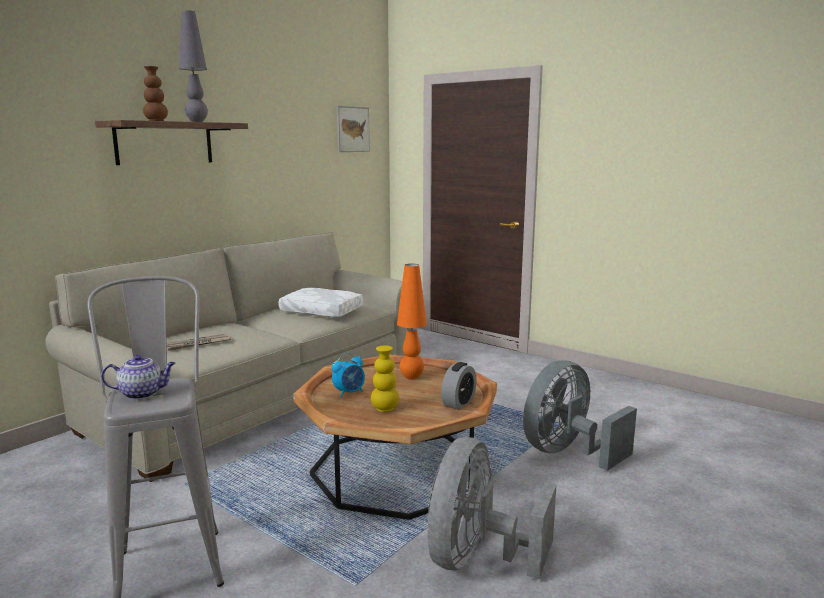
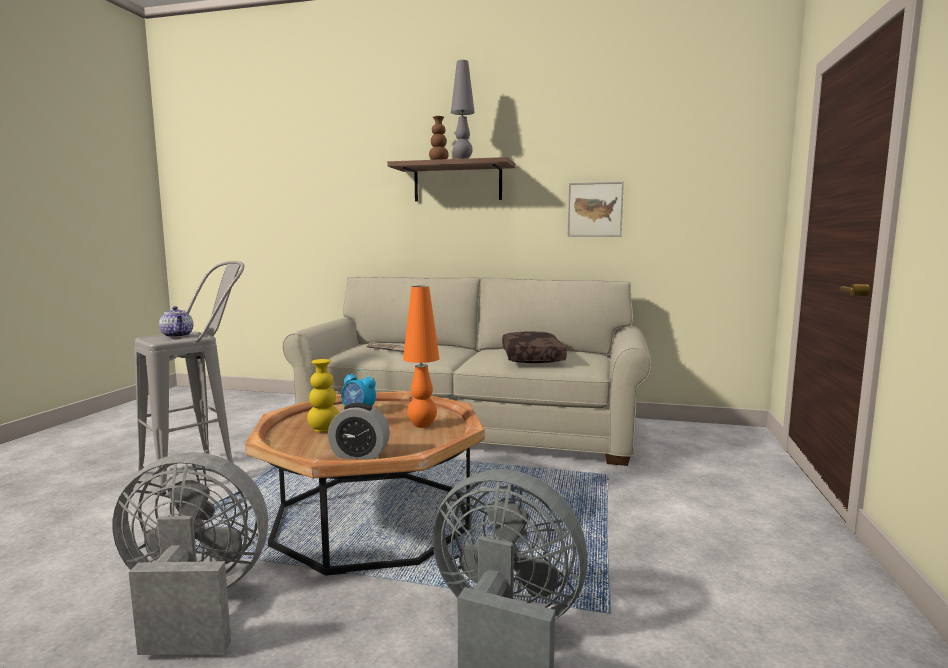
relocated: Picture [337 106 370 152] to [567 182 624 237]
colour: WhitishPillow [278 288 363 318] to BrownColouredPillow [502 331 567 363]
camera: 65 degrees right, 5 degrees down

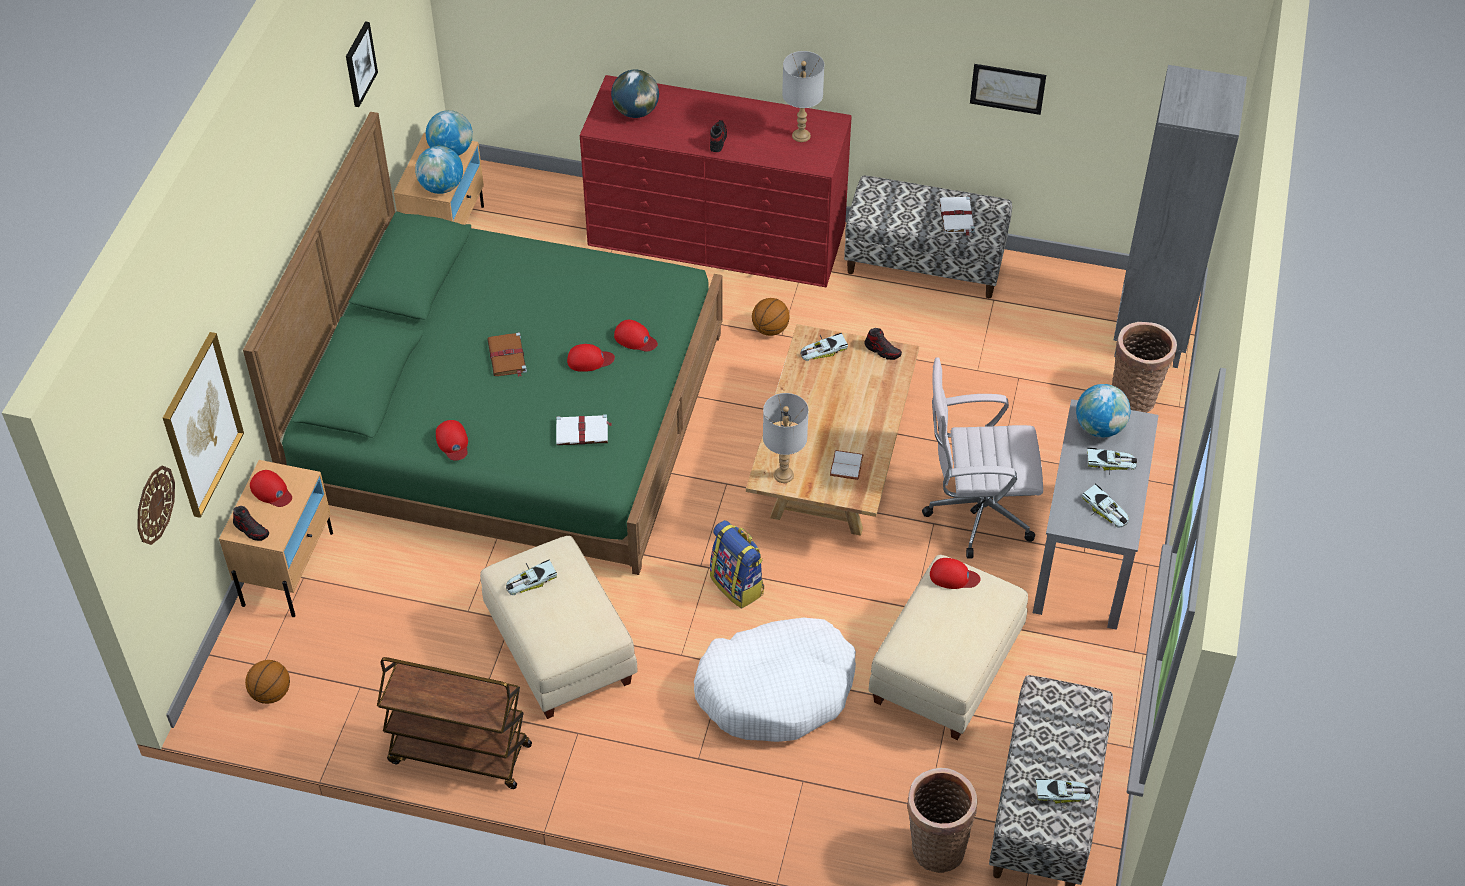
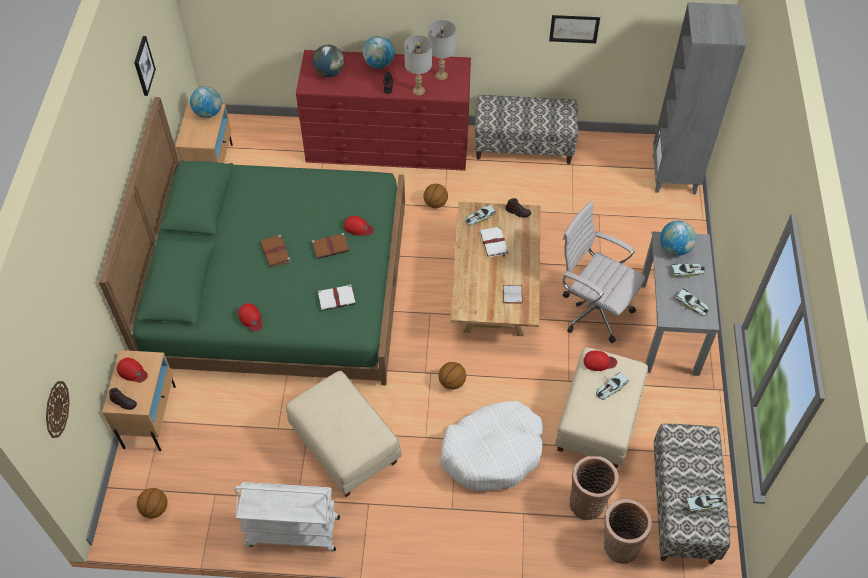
missing: Picture [163 332 244 518]
relocated: DeskGlobe [415 146 463 194] to [363 36 394 68]; WhitishBook [939 197 975 236] to [480 227 509 257]; Basket [1112 322 1177 413] to [570 456 618 520]; GreyTableLamp [763 393 809 483] to [404 35 432 95]; MiniatureCar [506 559 557 595] to [596 372 629 400]
exchanged: RedColouredPeakedCap [567 344 615 372] to BrownColouredBook [312 233 349 259]; Knapsack [710 520 764 609] to Basketball [439 362 466 390]
colour: BrownColouredWheeledCart [377 657 532 789] to WhitishWheeledCart [235 482 340 552]
spun: WhitishDeskChair [922 357 1043 558] = [563 201 645 343] 45 degrees clockwise
camera: 10 degrees left, 5 degrees up

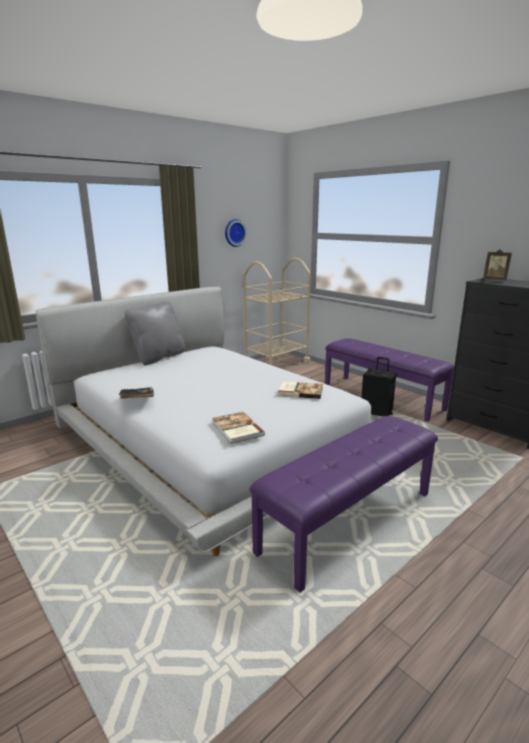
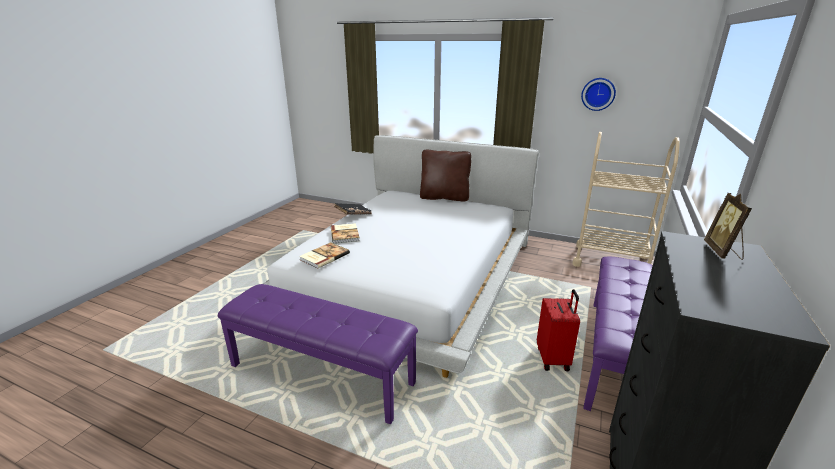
relocated: Book [278 381 323 399] to [331 223 360 244]
colour: GreyPillow [125 301 185 366] to BrownColouredPillow [420 150 471 201]; BlackishPieceOfLuggage [361 357 396 417] to RedColouredPieceOfLuggage [537 289 580 371]
camera: 65 degrees right, 5 degrees up

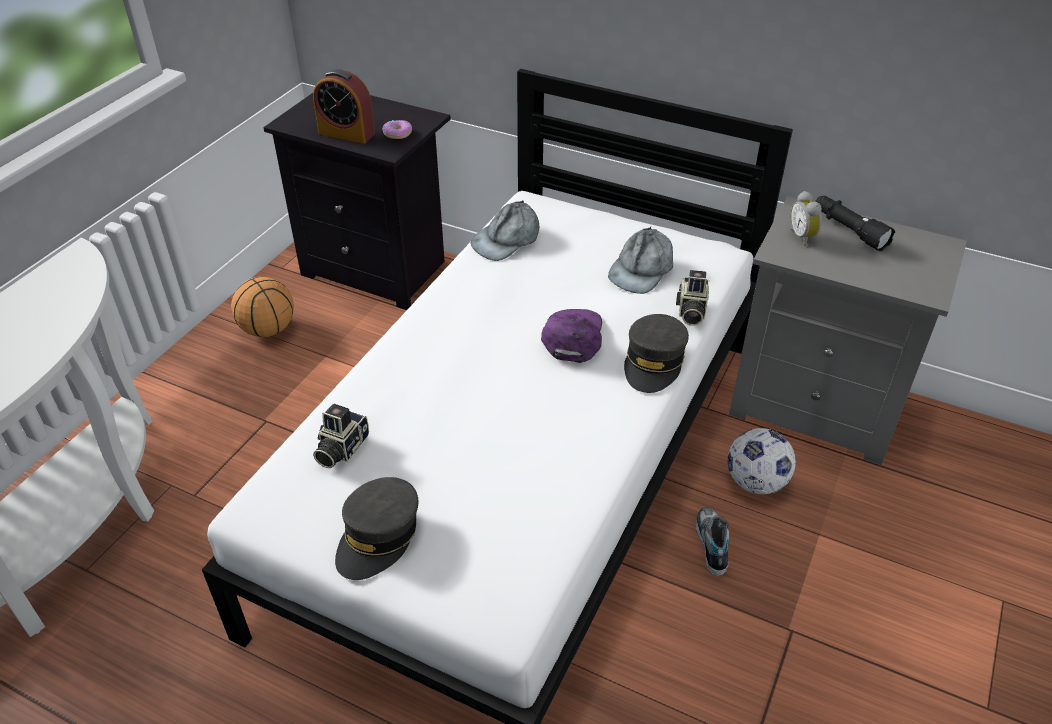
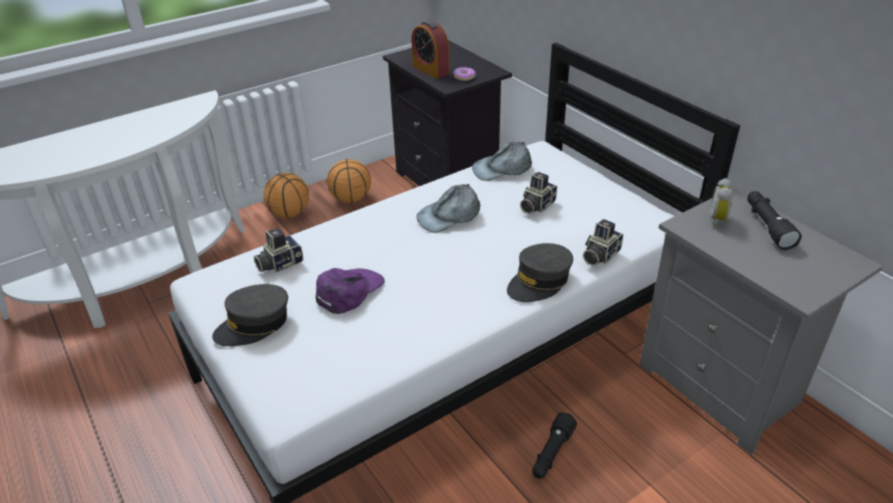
missing: BallForFootball [727 428 796 494]
appeared: StillCamera [520 172 557 214]; Basketball [264 173 309 218]
relocated: GreyPeakedCap [608 227 673 294] to [416 184 481 233]; PurpleColouredPeakedCap [541 309 602 363] to [316 268 385 314]
exchanged: ItemOfFootwear [696 507 730 576] to BlackishHandTorch [532 412 577 479]
camera: 30 degrees right, 5 degrees down

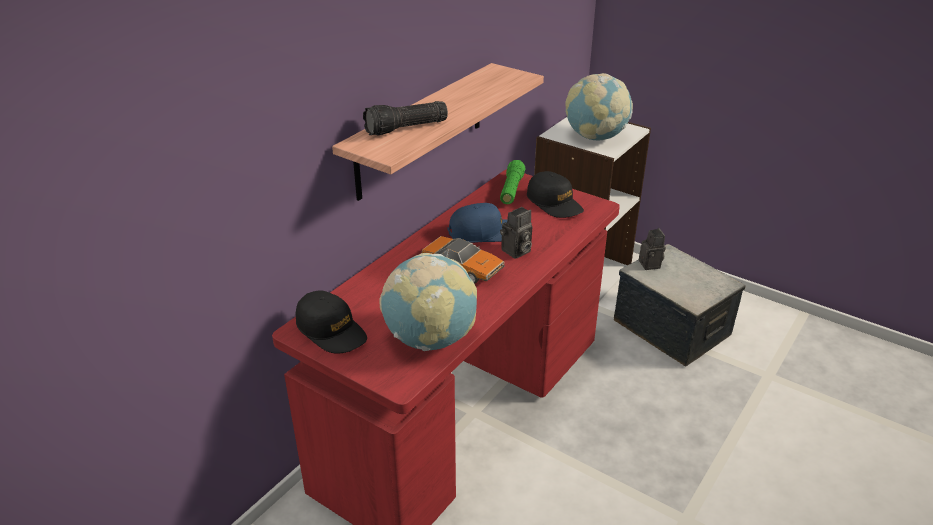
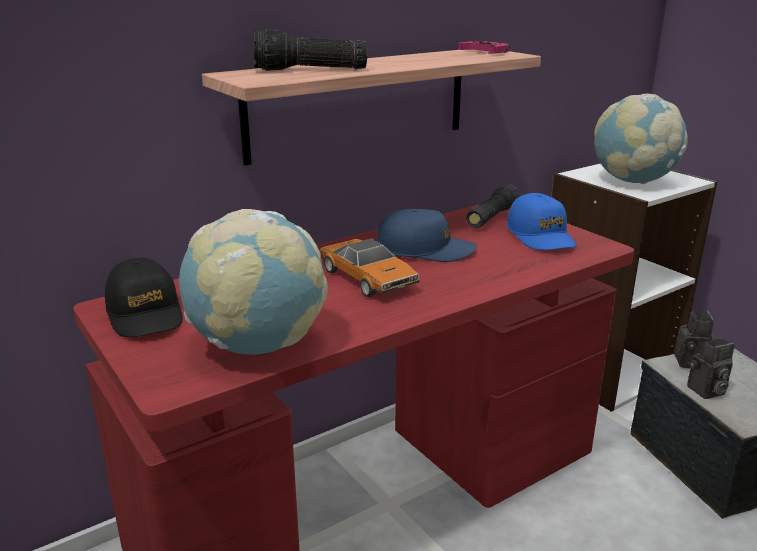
appeared: PinkishJoypad [459 41 510 54]
relocated: StillCamera [500 207 532 259] to [687 338 735 399]
colour: GreenHandTorch [500 160 525 204] to BlackishHandTorch [466 184 519 228]; BlackishPeakedCap [527 171 584 218] to BluePeakedCap [507 193 577 250]
camera: 20 degrees right, 10 degrees down

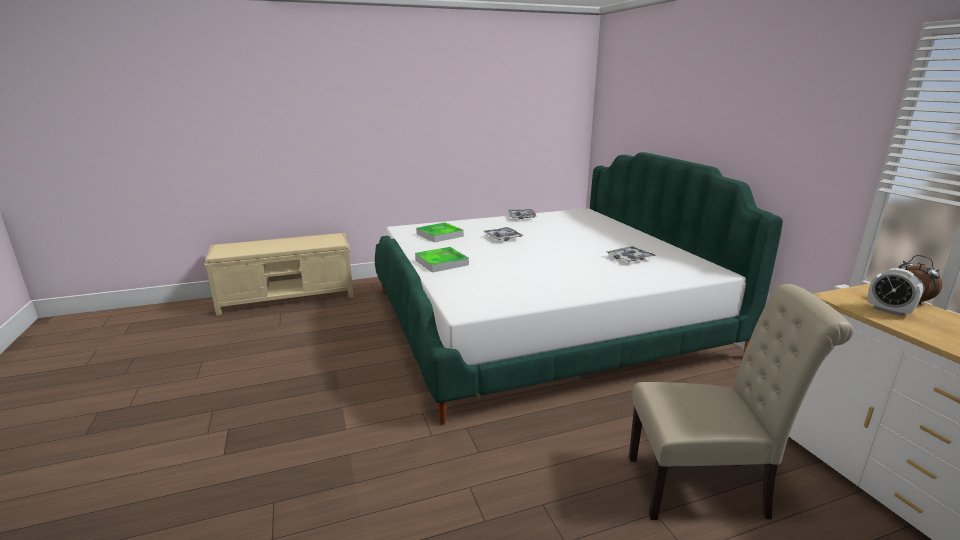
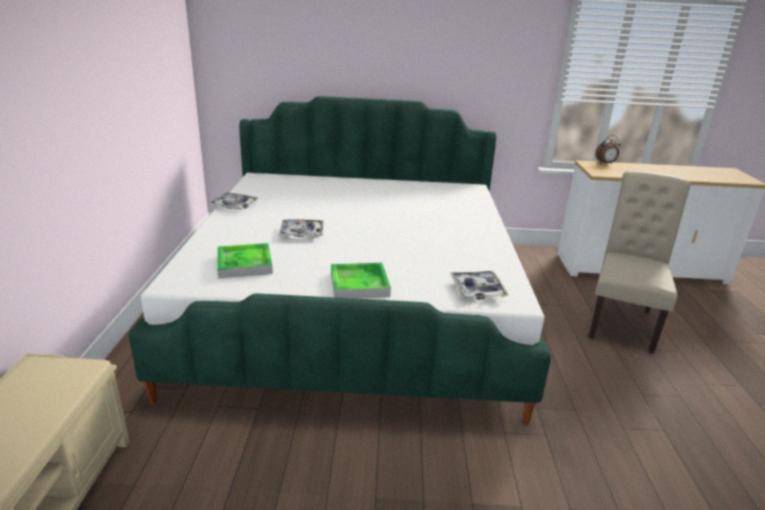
missing: TableClock [867 268 923 316]
relocated: ServingTray [606 246 656 262] to [450 271 509 300]
camera: 70 degrees left, 5 degrees up

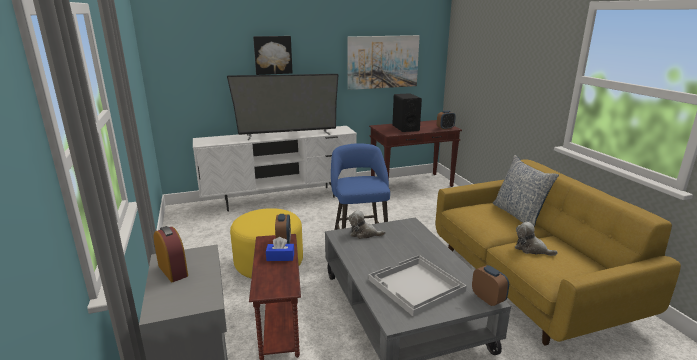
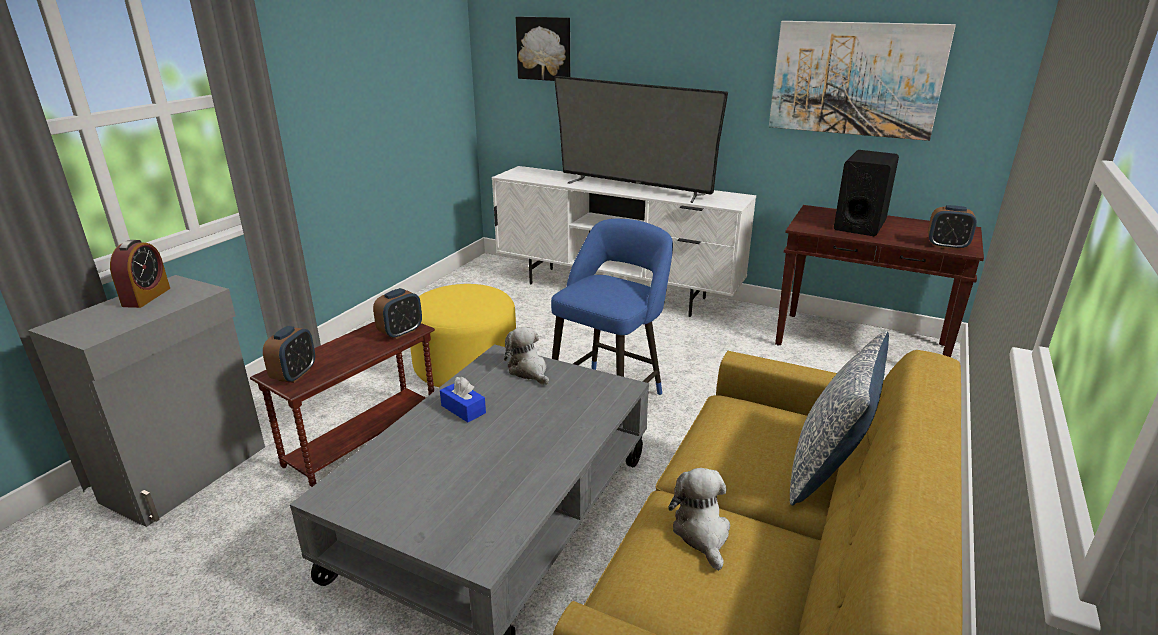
missing: WhitishServingTray [369 255 467 316]
relocated: Picture [253 36 293 75] to [516 17 570 81]; BlueTissueHolder [266 237 294 261] to [440 377 486 422]; TableClock [472 265 509 306] to [263 326 315 383]
camera: 45 degrees right, 5 degrees up

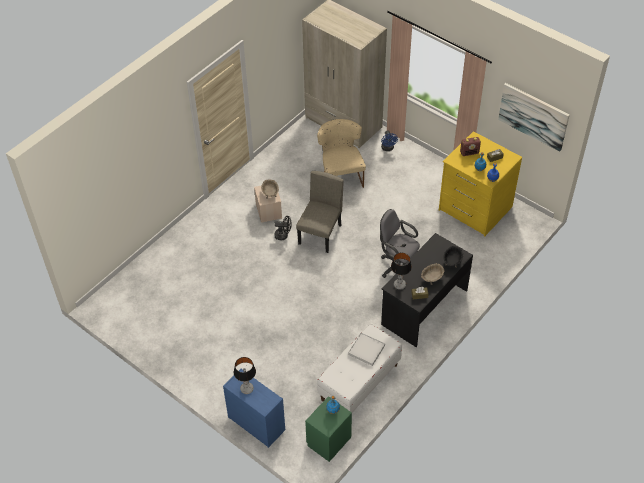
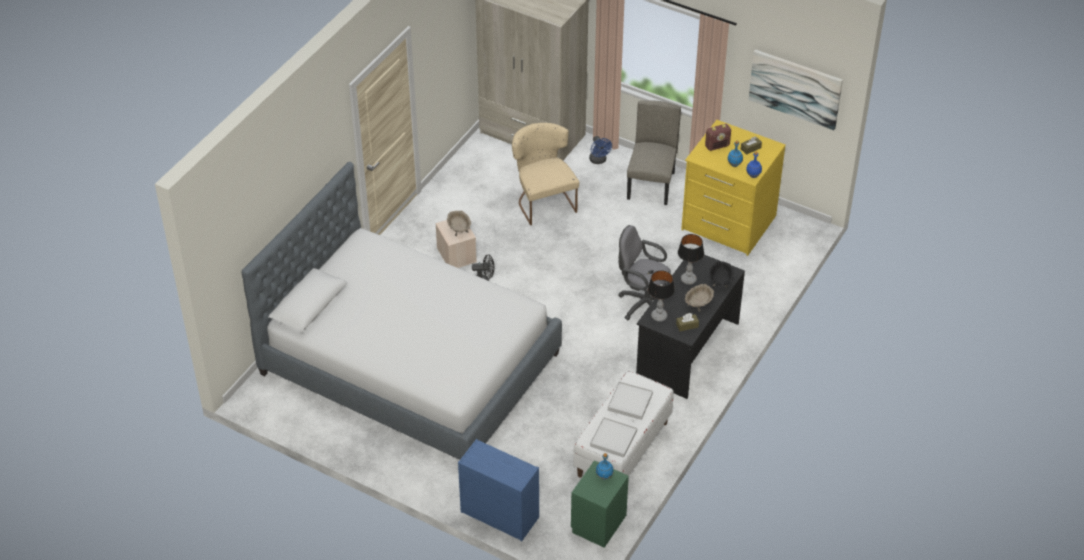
appeared: BedroomBed [242 162 562 460]; WhitishServingTray [590 417 637 458]
relocated: BeigePlainChair [296 171 344 253] to [627 100 681 205]; TableLamp [234 357 256 394] to [678 234 704 285]
camera: 10 degrees left, 5 degrees down

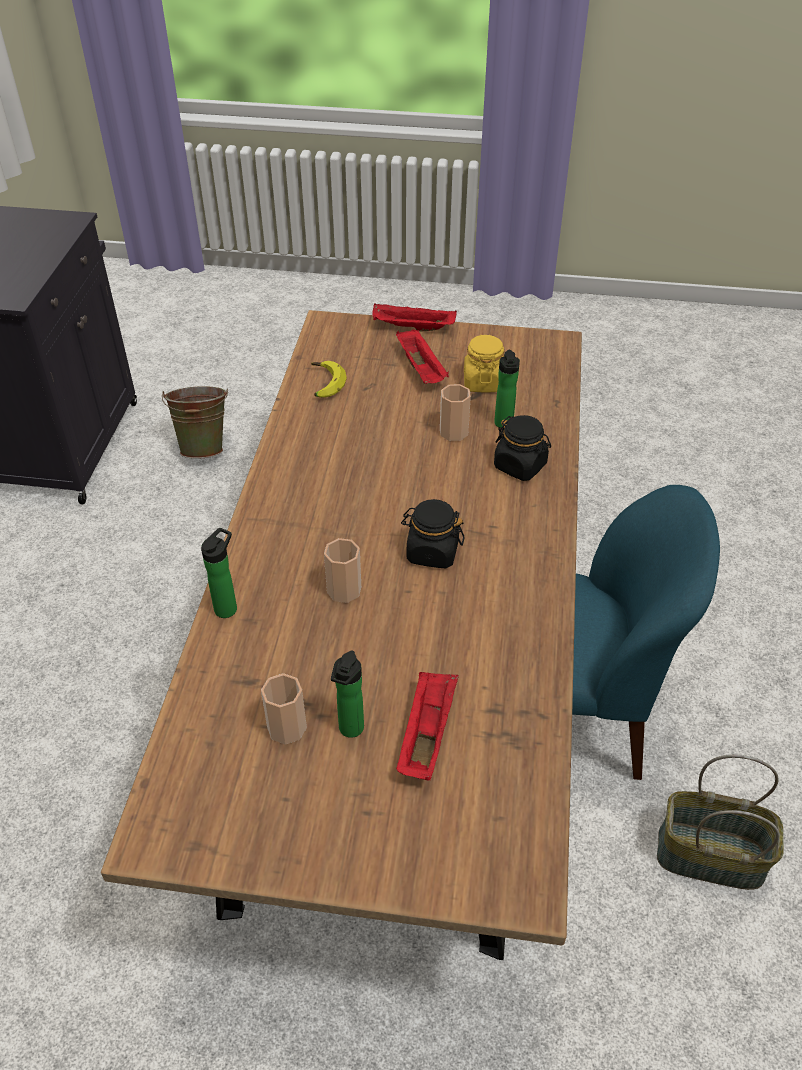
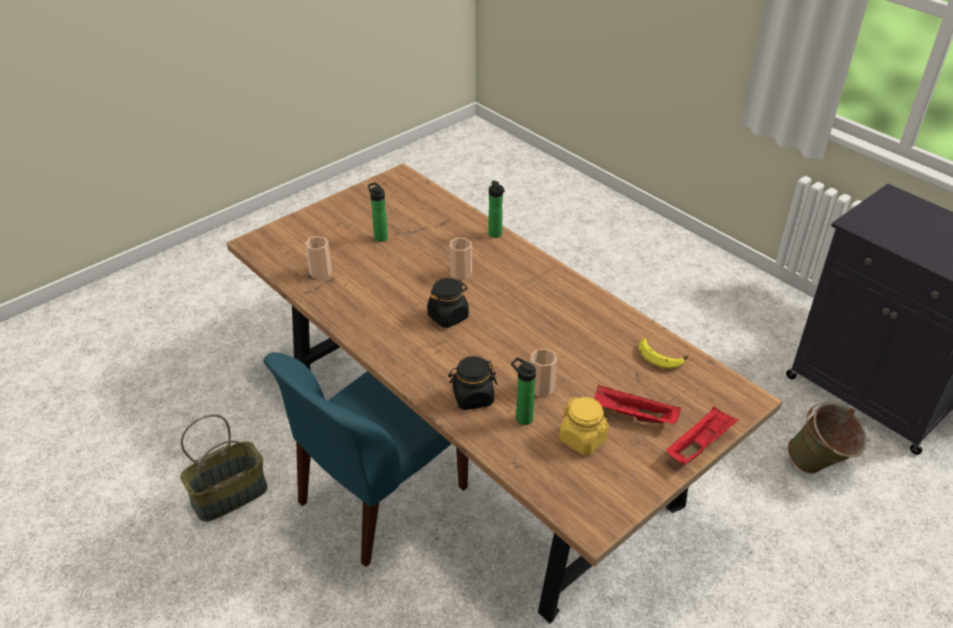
missing: RedColouredServingTray [396 672 459 781]
relocated: DrinkingCup [261 673 307 744] to [305 236 332 279]
camera: 130 degrees right, 5 degrees down

